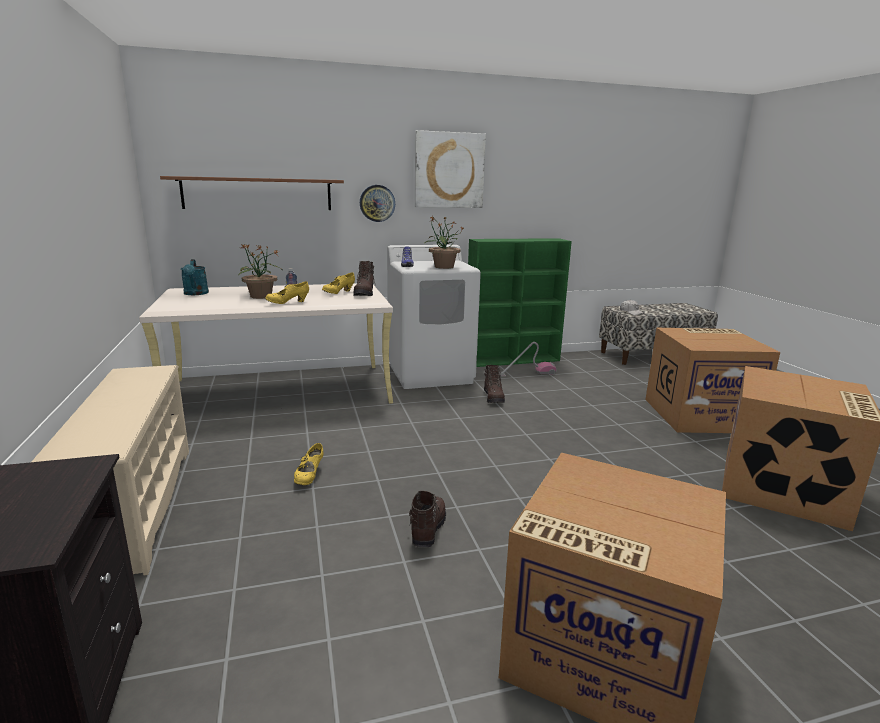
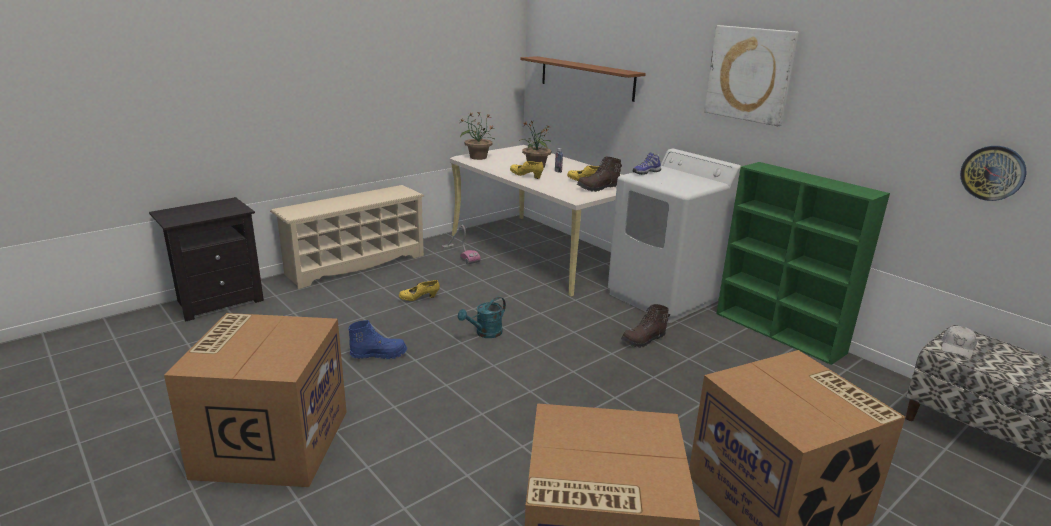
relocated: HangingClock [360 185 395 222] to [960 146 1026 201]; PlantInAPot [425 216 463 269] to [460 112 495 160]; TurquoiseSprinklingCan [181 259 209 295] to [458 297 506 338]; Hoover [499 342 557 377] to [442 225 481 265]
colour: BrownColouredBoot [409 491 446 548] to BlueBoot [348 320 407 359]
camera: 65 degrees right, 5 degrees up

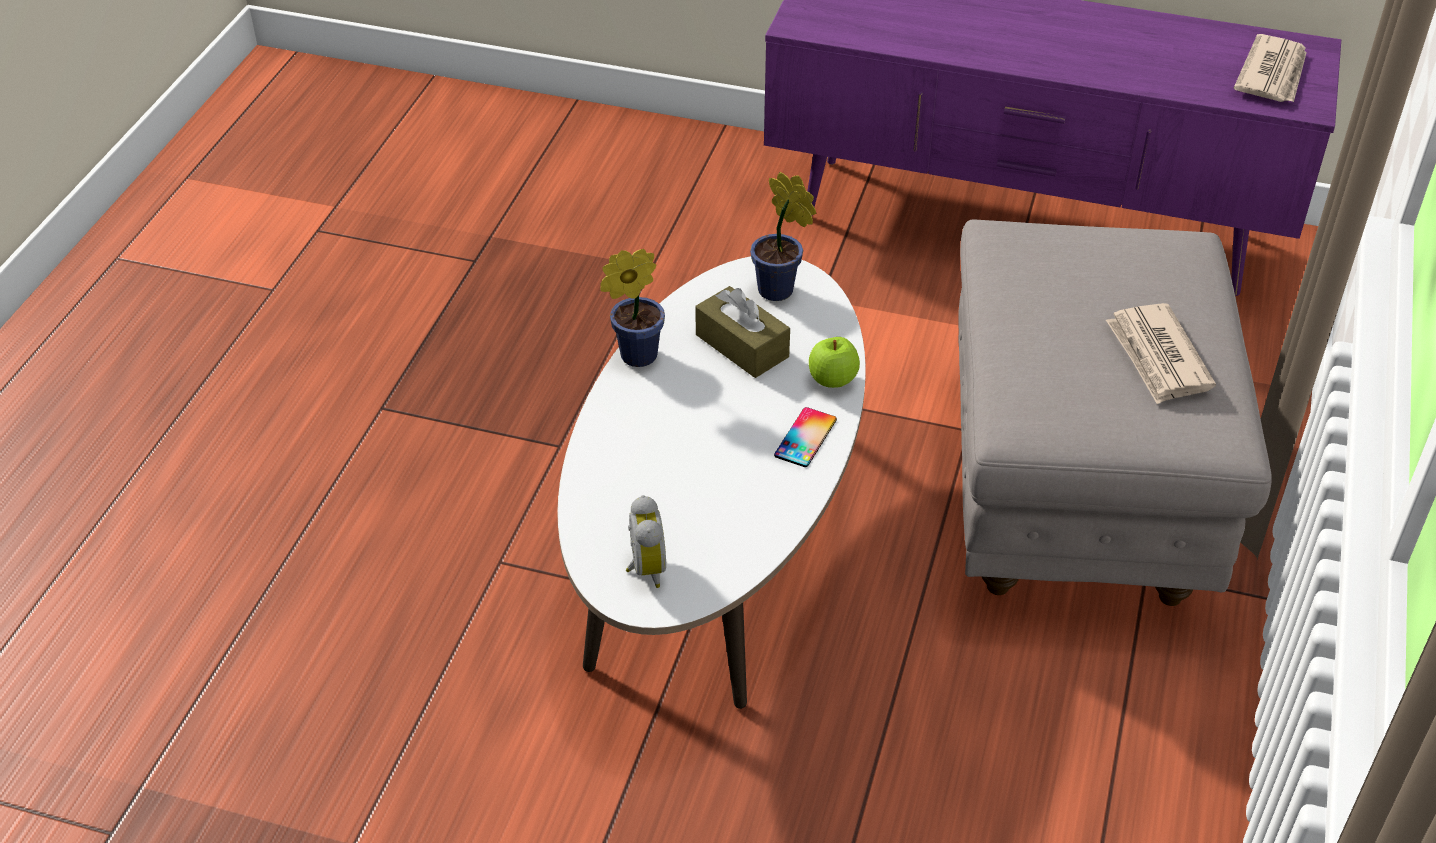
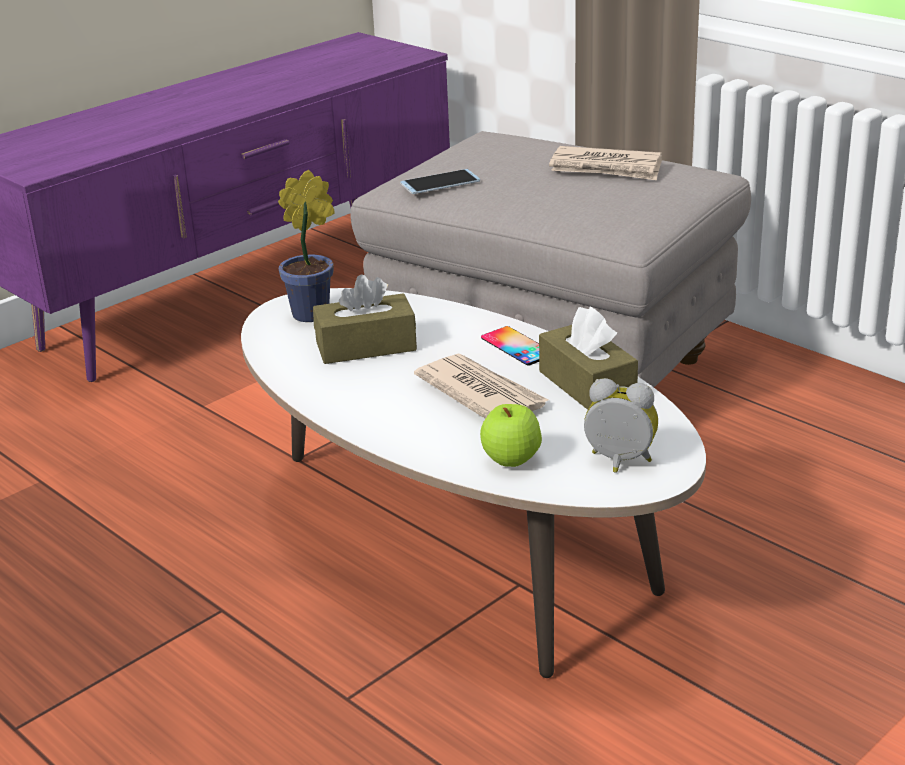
missing: PlantInAPot [600 249 665 367]
appeared: Handset [400 169 480 194]; BrownColouredTissueHolder [539 307 638 410]
relocated: Newspaper [1234 34 1307 102] to [414 353 549 419]; Apple [809 337 860 388] to [480 404 542 467]
camera: 60 degrees left, 15 degrees down

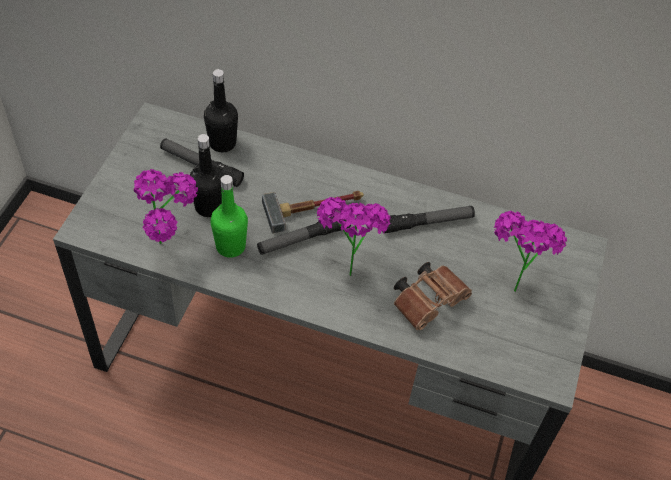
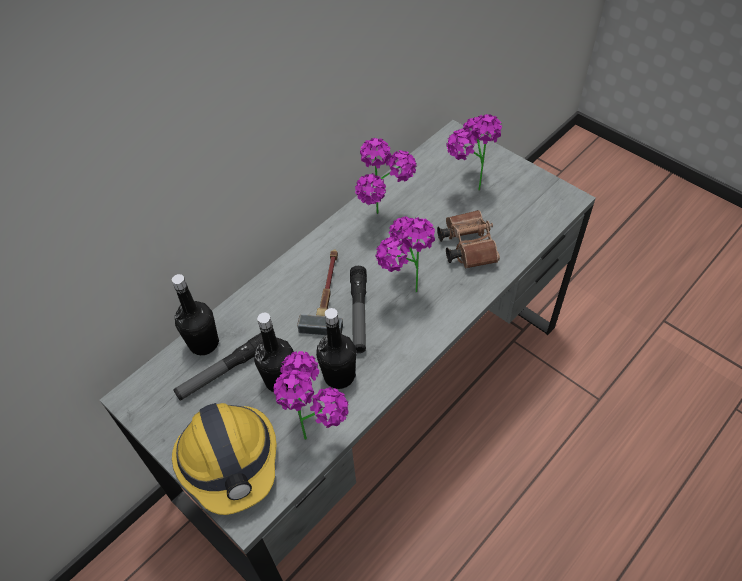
appeared: SafetyHelmet [172 403 277 515]
exchanged: HandTorch [382 206 475 233] to PlantInAPot [355 138 417 214]
colour: GreenDrinkBottle [210 175 248 258] to BlackishDrinkBottle [316 308 356 389]
camera: 60 degrees left, 0 degrees up

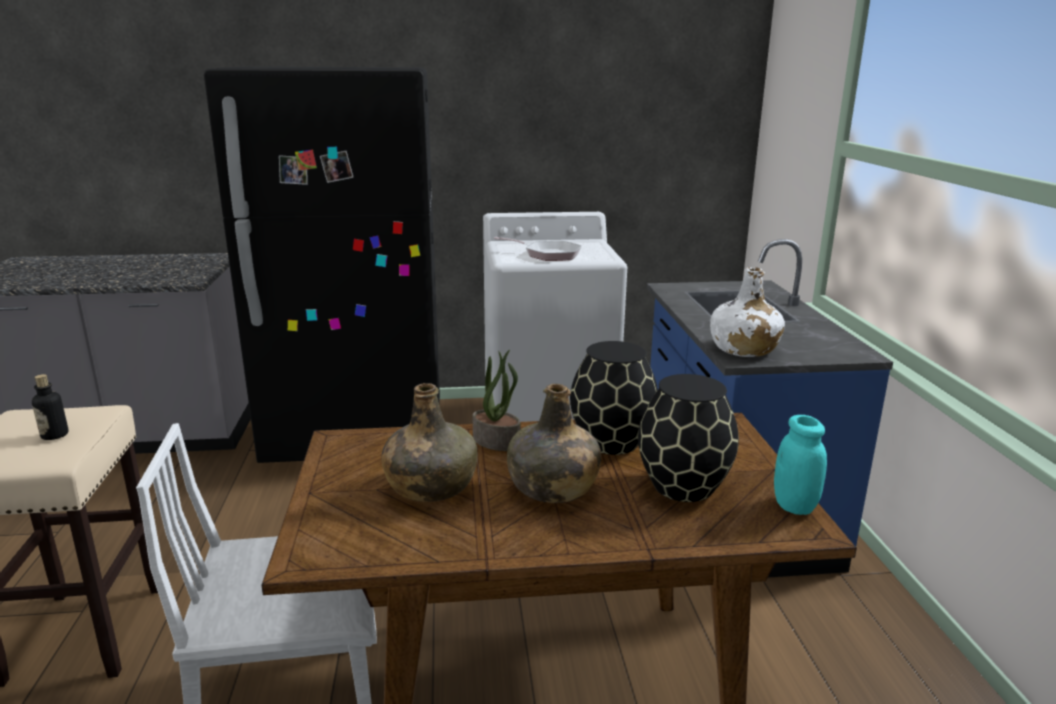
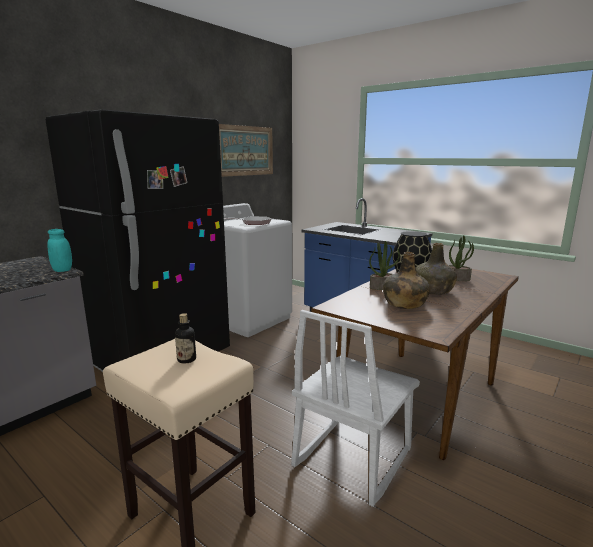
missing: WhitishDrinkBottle [710 267 785 357]
appeared: Picture [219 124 273 177]
relocated: TurquoiseStorageJar [774 415 827 515] to [47 229 72 272]
exchanged: BlackishVase [638 374 739 502] to PlantInAPot [449 235 474 281]
camera: 45 degrees left, 5 degrees down

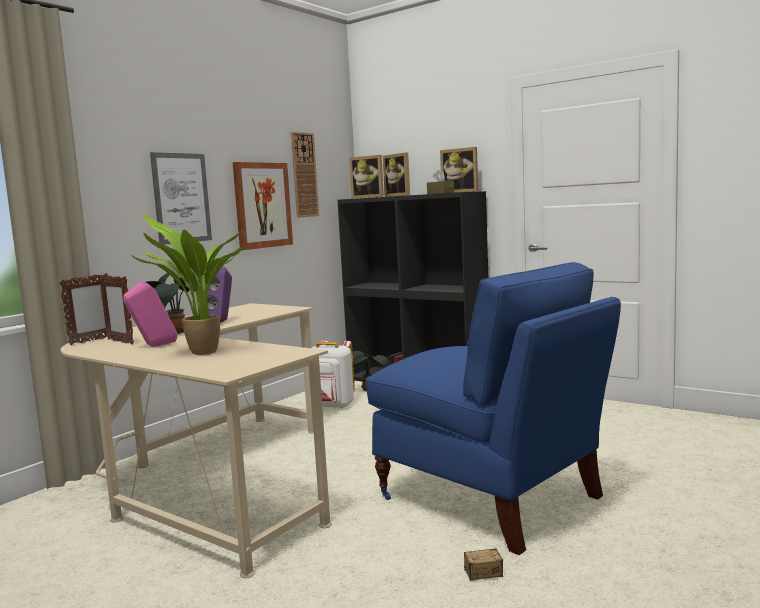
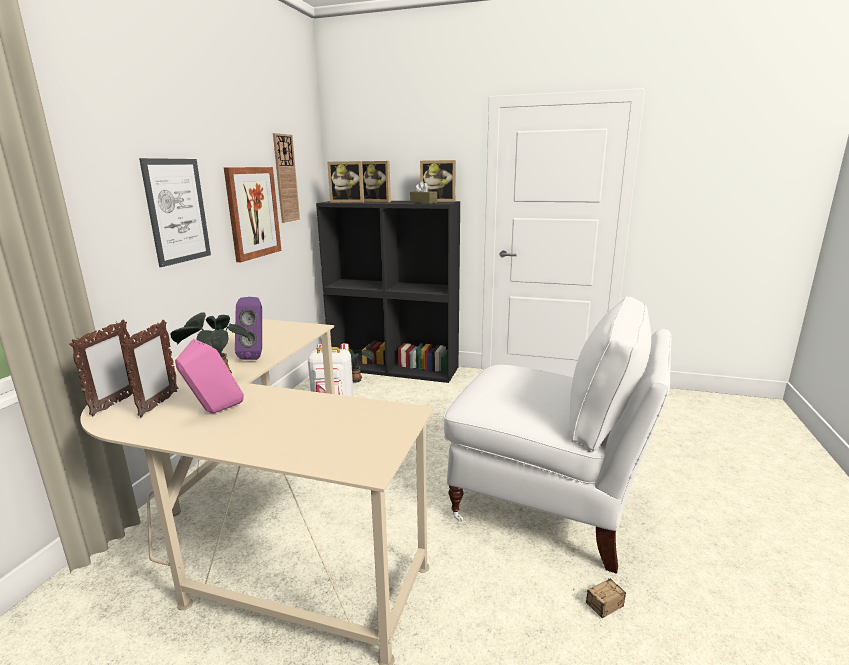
missing: PlantInAPot [130 213 243 355]
colour: BluePlainChair [366 262 621 555] to WhitishPlainChair [444 296 671 574]
spun: StandingFrame [99 276 134 345] = [121 320 178 417] 105 degrees counterclockwise
camera: 20 degrees left, 10 degrees up

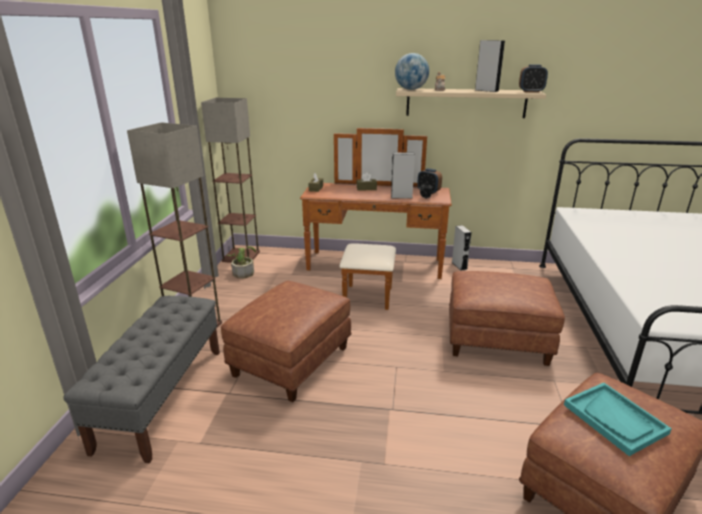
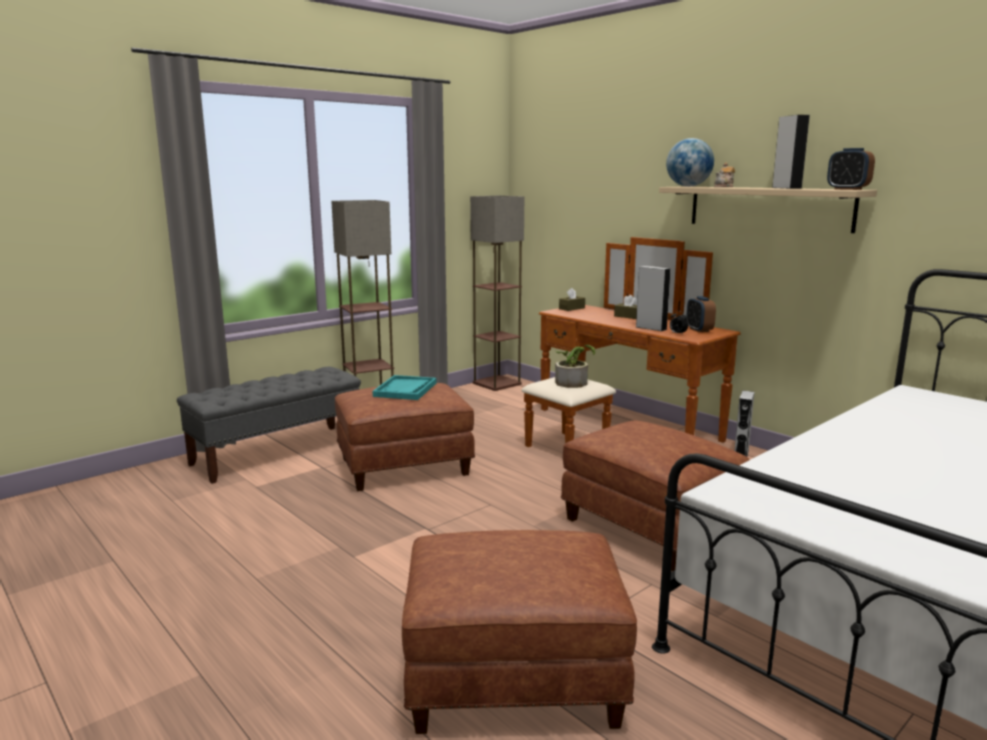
relocated: PlantInAPot [227 246 256 278] to [555 345 595 388]; TurquoiseServingTray [564 383 672 456] to [372 375 437 400]
camera: 40 degrees right, 10 degrees down

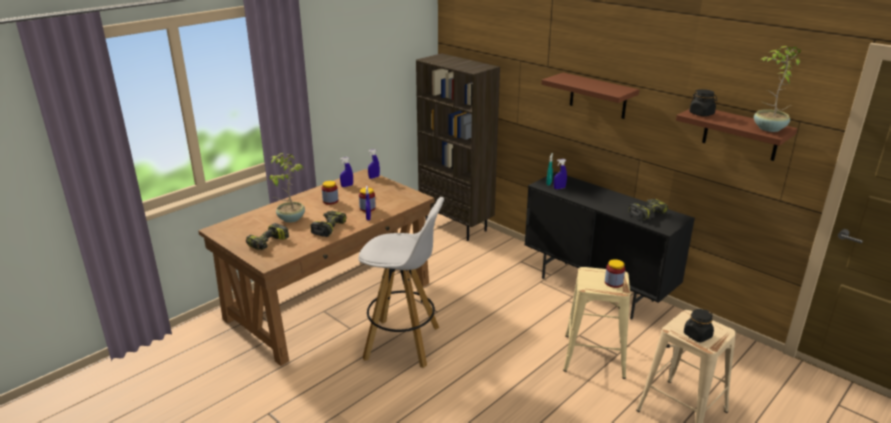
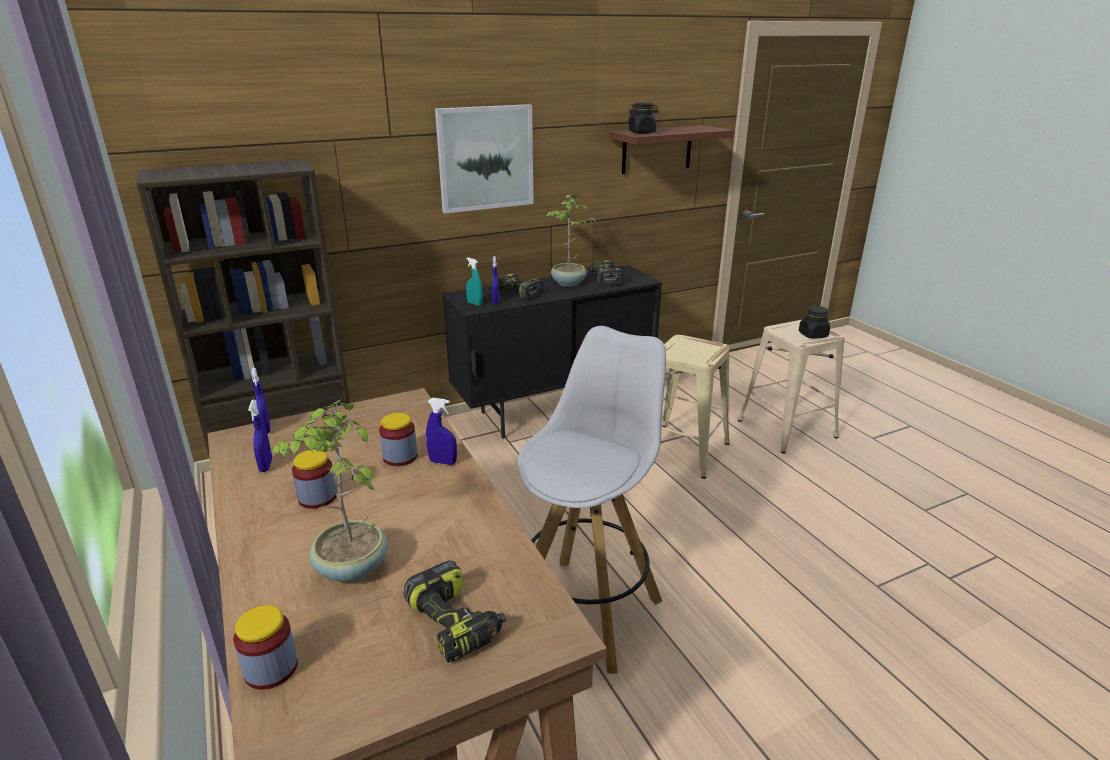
relocated: PlantInAPot [754 46 801 132] to [546 193 597 287]; PowerDrill [310 211 347 237] to [498 273 544 300]; StorageJar [605 259 625 288] to [233 605 298 690]
exchanged: BrownColouredWallShelf [541 73 639 119] to Picture [435 104 534 213]
camera: 70 degrees left, 0 degrees up

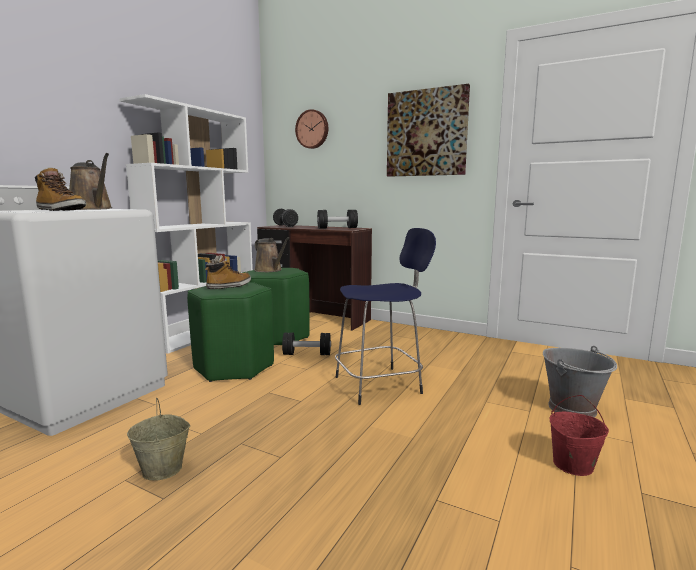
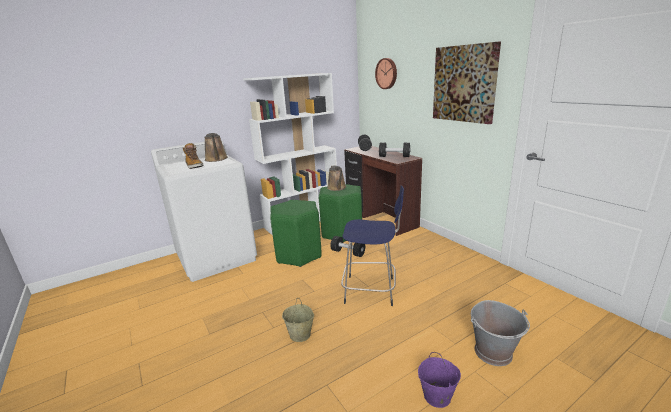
missing: Boot [205 255 251 289]
relocated: BeigePail [127 397 190 481] to [282 298 314 342]
colour: RedColouredPail [549 395 609 476] to PurpleColouredPail [418 352 461 408]
camera: 30 degrees right, 10 degrees up

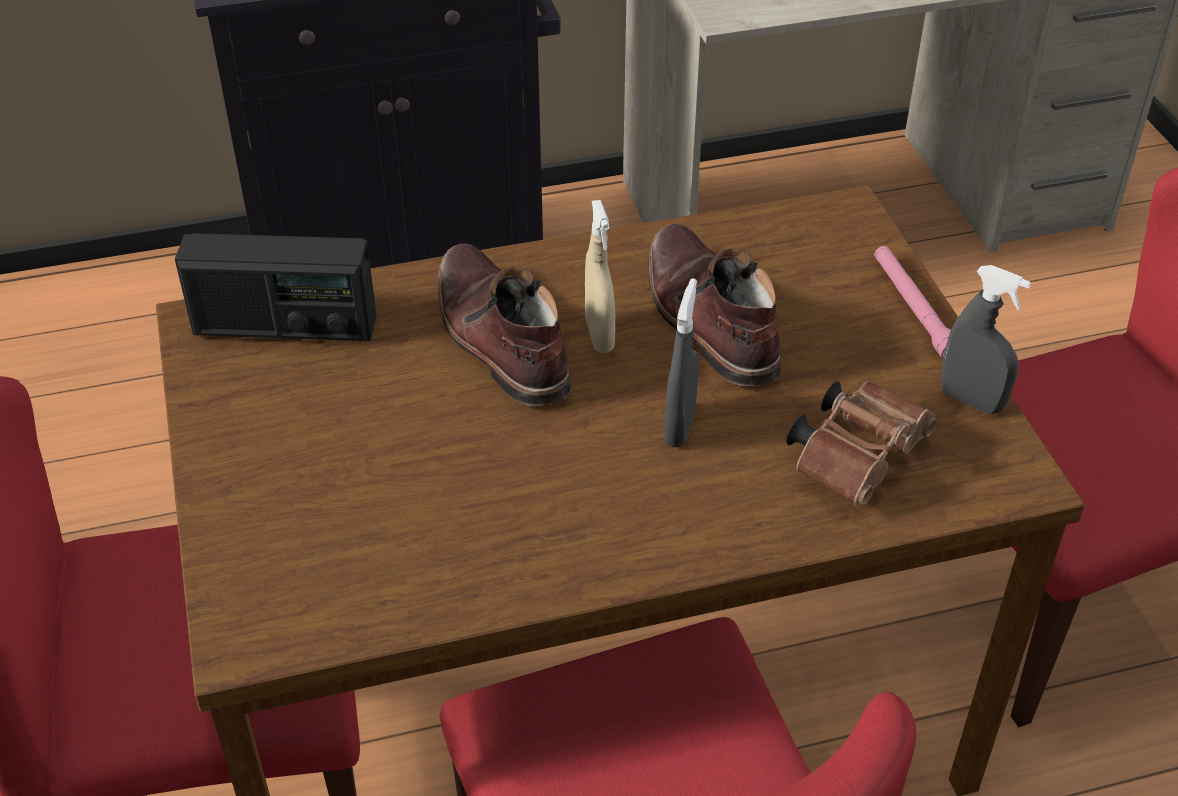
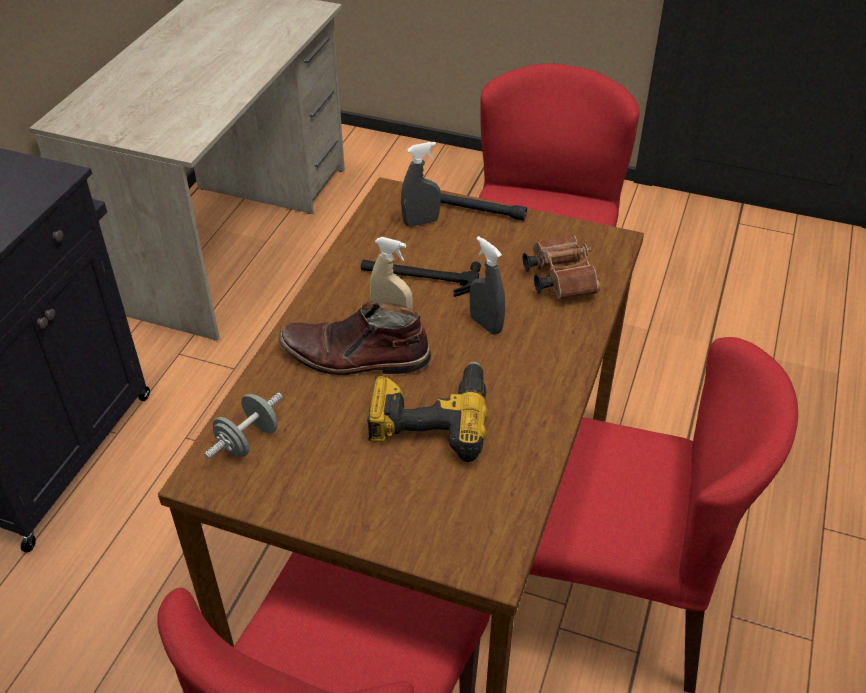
appeared: PowerDrill [367 361 488 462]
relocated: GreySprayBottle [941 265 1031 414] to [401 142 441 227]
exchanged: BrownColouredBoot [648 224 781 386] to HandHammer [361 260 481 297]; RadioSet [175 233 377 341] to GreyHandWeight [204 393 283 459]
colour: PinkishHandTorch [874 246 951 359] to BlackishHandTorch [440 193 527 221]
camera: 55 degrees left, 0 degrees up

